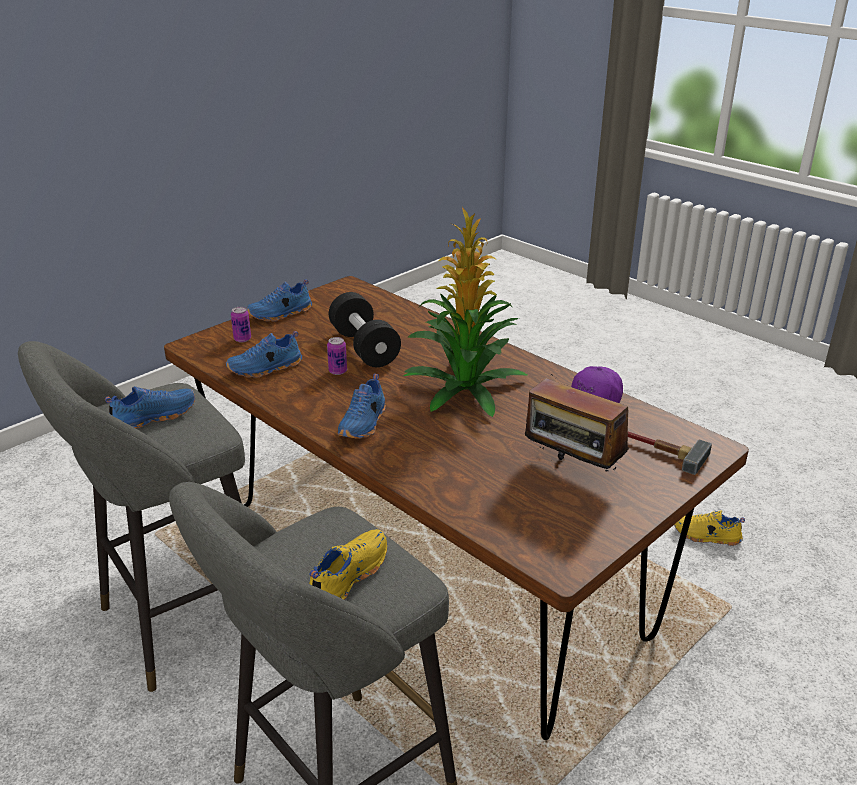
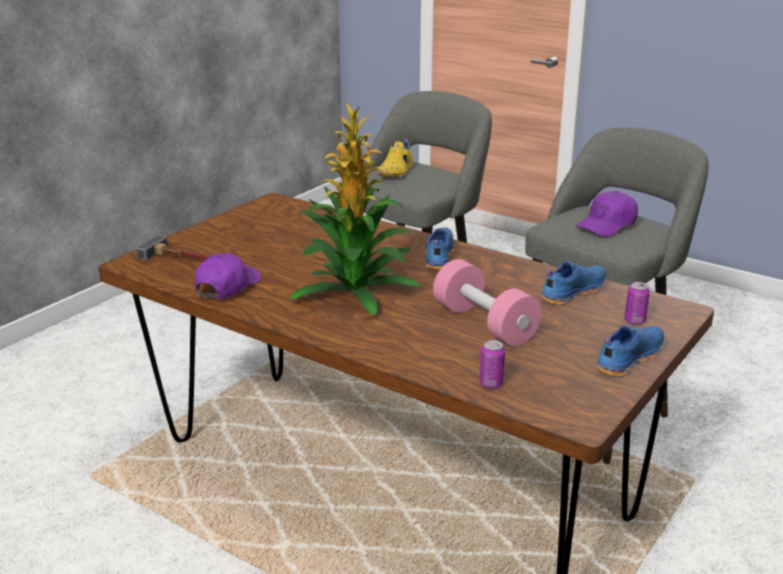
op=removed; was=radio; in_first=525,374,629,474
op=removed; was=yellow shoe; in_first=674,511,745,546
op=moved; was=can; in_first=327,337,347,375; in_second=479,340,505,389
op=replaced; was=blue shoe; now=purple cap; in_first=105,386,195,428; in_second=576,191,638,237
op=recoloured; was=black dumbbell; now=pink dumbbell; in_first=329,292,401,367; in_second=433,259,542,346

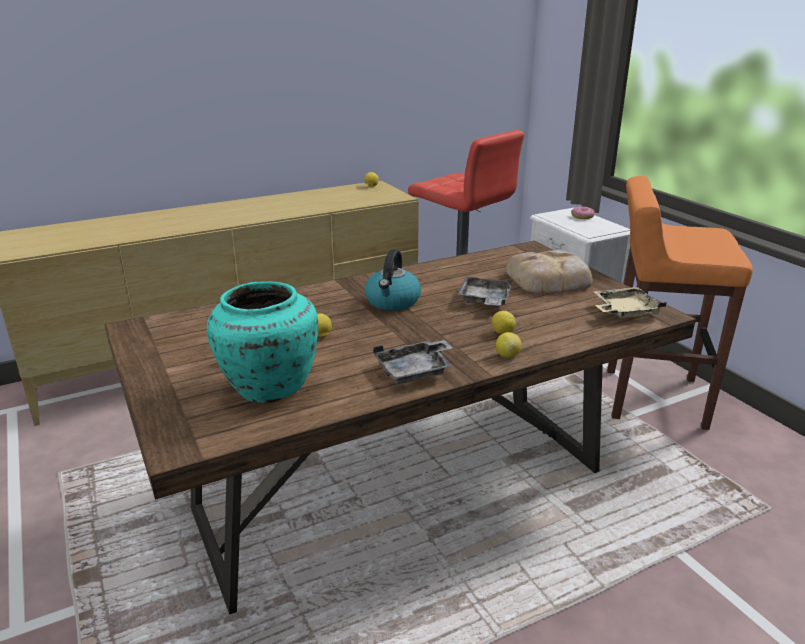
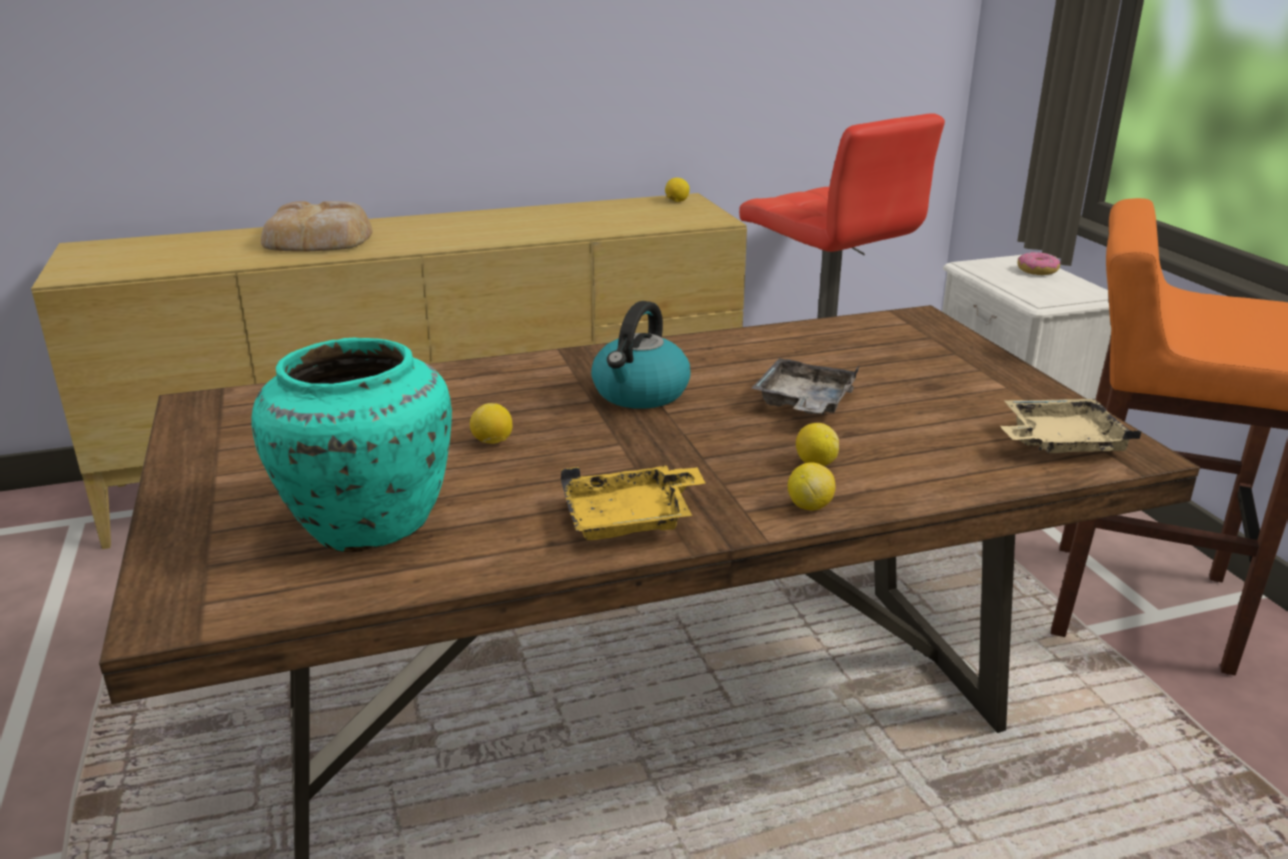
op=moved; was=bread; in_first=506,250,593,293; in_second=261,201,372,252
op=recoloured; was=grey tray; now=yellow tray; in_first=373,340,453,384; in_second=561,464,705,540

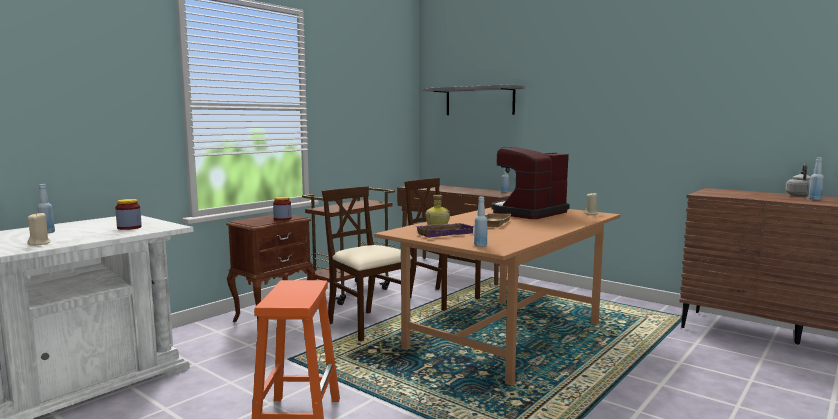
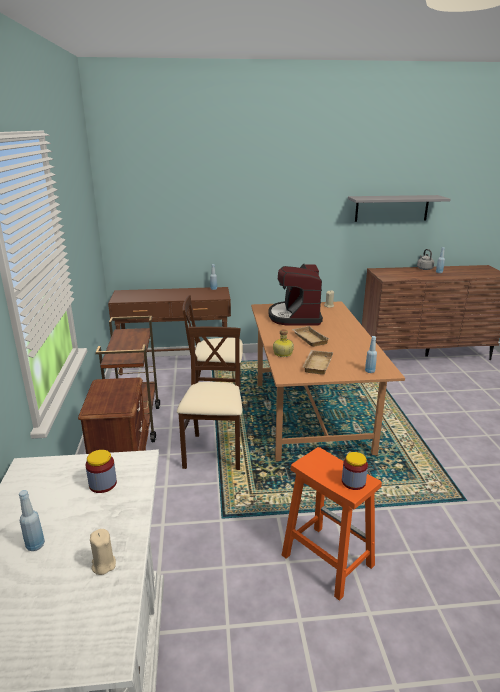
op=moved; was=jar; in_first=273,197,291,221; in_second=342,452,368,490
op=moved; was=grey shelf; in_first=423,84,525,115; in_second=348,195,451,222
op=recoloured; was=purple tray; now=beige tray; in_first=415,223,475,238; in_second=302,350,333,375
op=turned; was=beige chair; in_first=322,186,412,342; in_second=177,327,242,470; clockwise=90

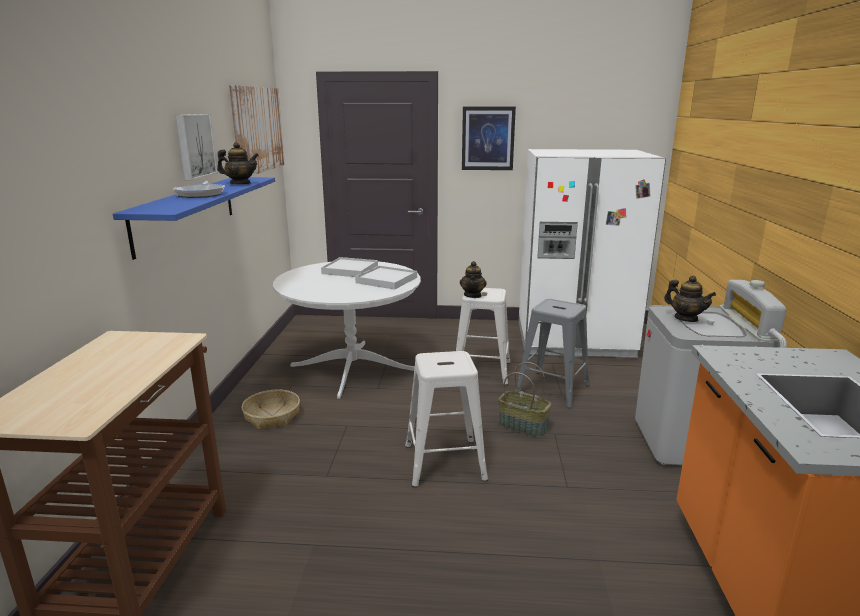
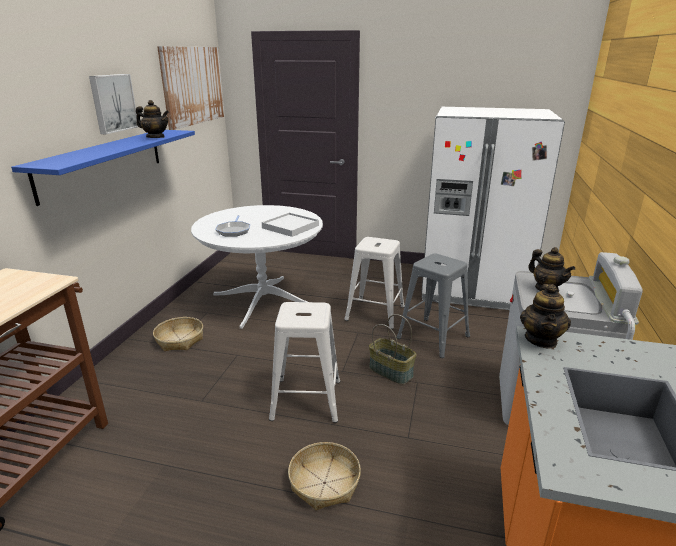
op=removed; was=white tray; in_first=321,257,378,277
op=removed; was=picture; in_first=462,107,516,170
op=added; now=basket; in_second=288,442,361,511
op=moved; was=frying pan; in_first=173,181,225,198; in_second=215,215,250,237
op=moved; was=teapot; in_first=460,261,487,298; in_second=520,284,571,349

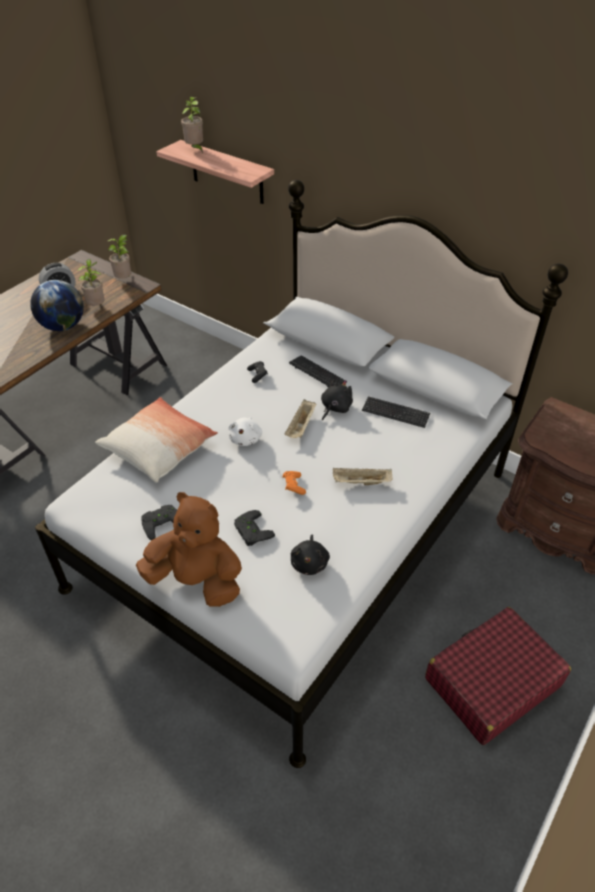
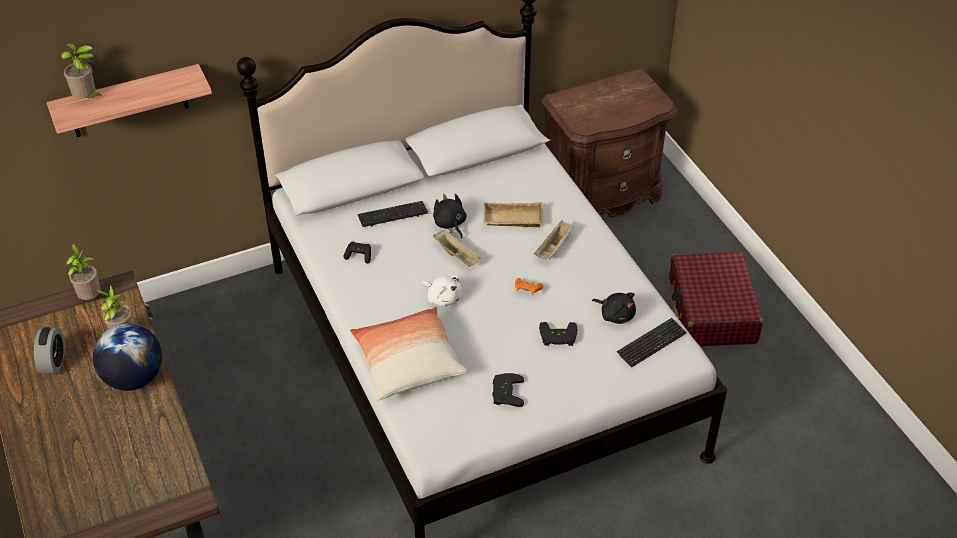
op=removed; was=brown plush toy; in_first=136,492,242,607
op=added; now=beige tray; in_second=483,202,543,227
op=moved; was=keyboard; in_first=362,396,430,428; in_second=617,318,687,367

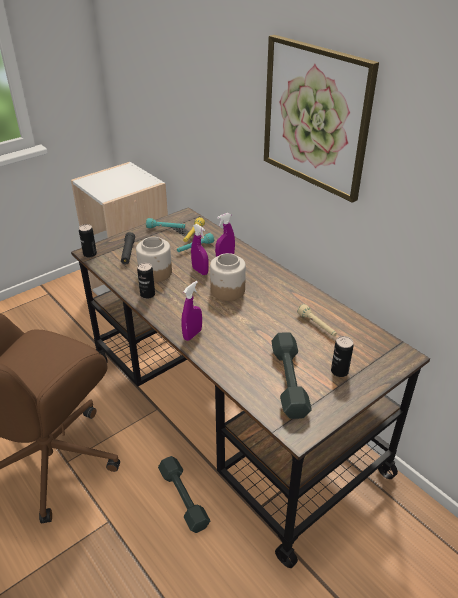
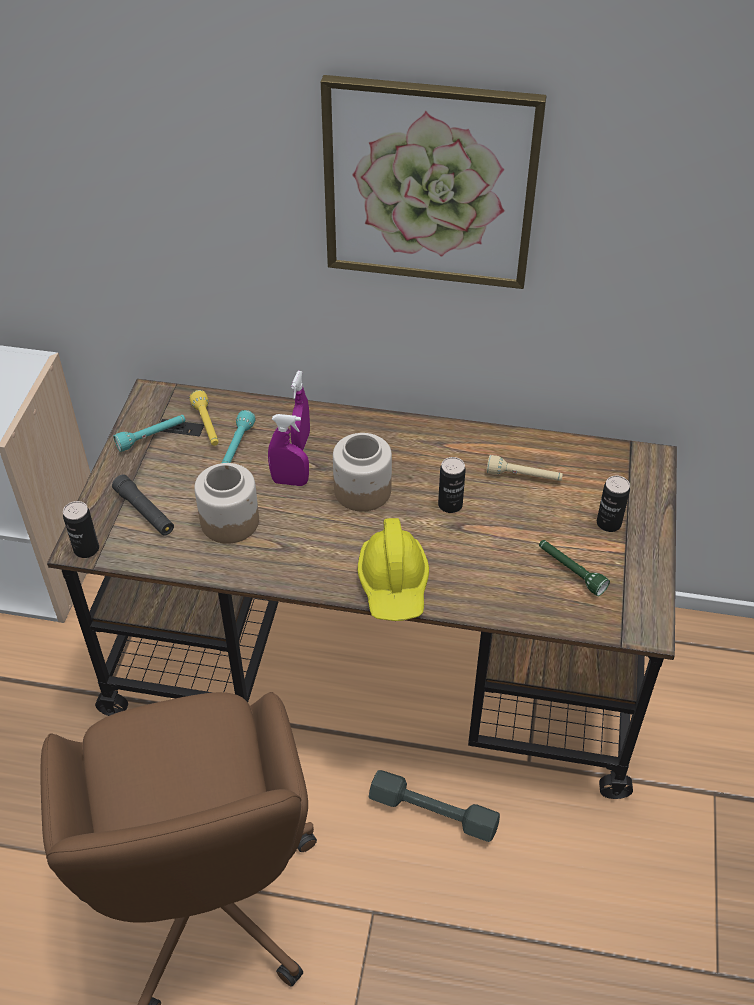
op=moved; was=can; in_first=137,263,155,299; in_second=438,457,466,513
op=replaced; was=purple spray bottle; now=yellow hard hat; in_first=181,281,202,341; in_second=358,518,429,621
op=replaced; was=grey dumbbell; now=green flashlight; in_first=272,332,312,419; in_second=539,540,610,596

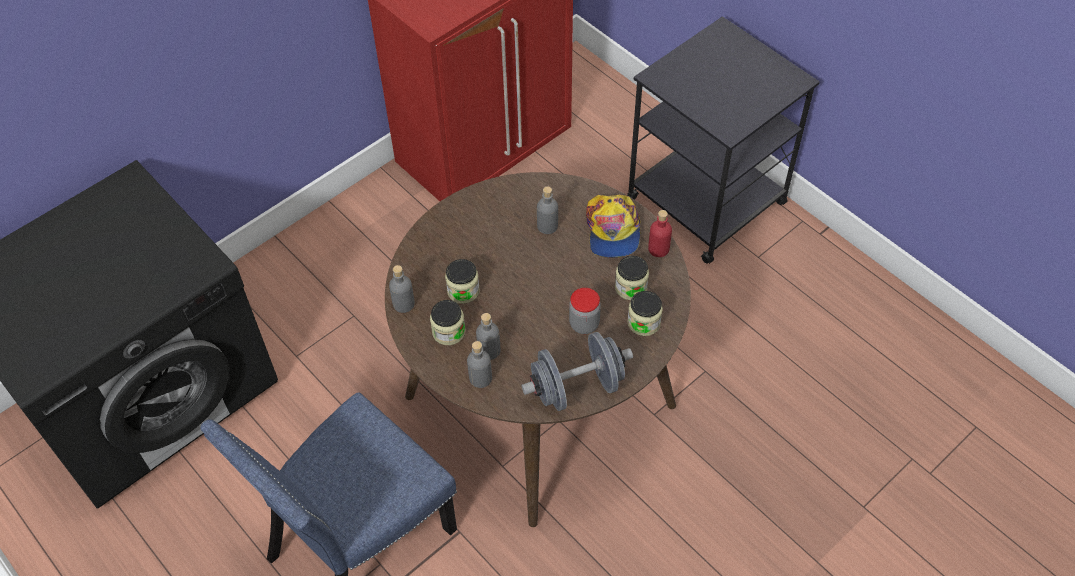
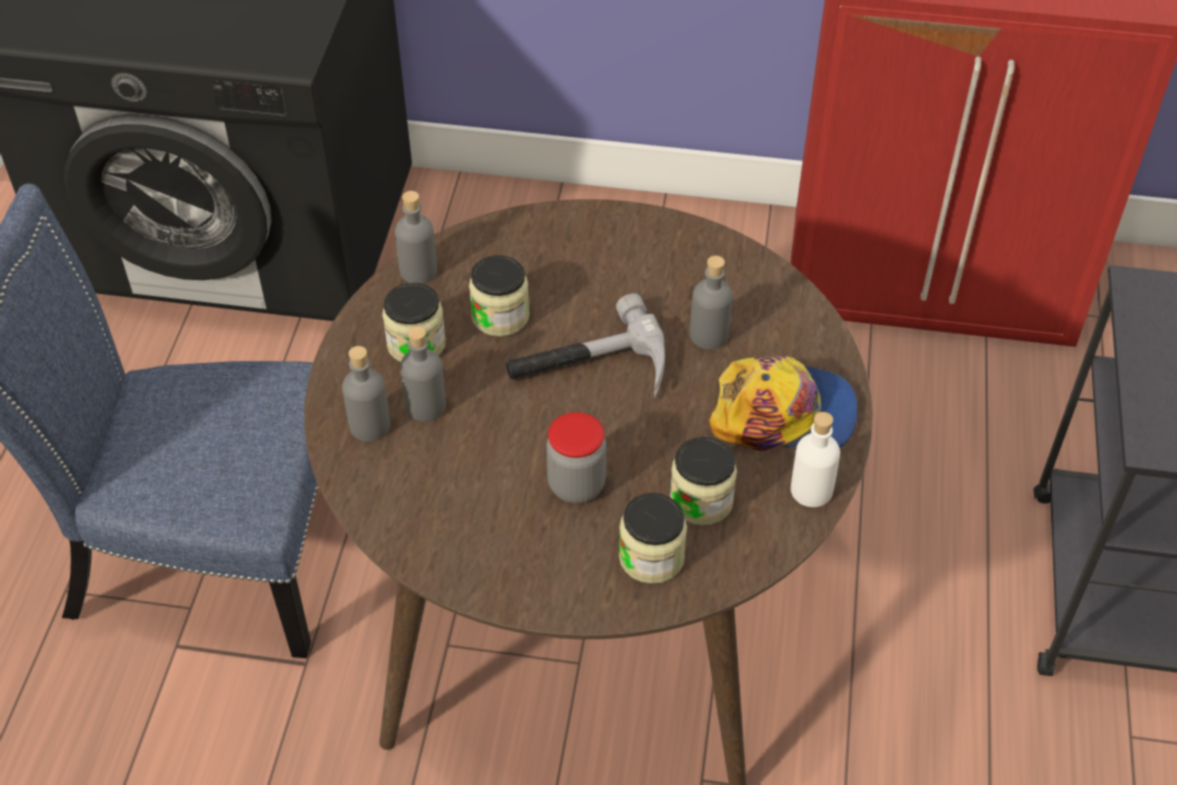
op=removed; was=grey dumbbell; in_first=521,332,633,411
op=added; now=hammer; in_second=506,293,665,398
op=recoloured; was=red bottle; now=white bottle; in_first=648,210,672,257; in_second=791,412,840,507
op=turned; was=cap; in_first=586,195,640,258; in_second=709,356,858,451; clockwise=-135

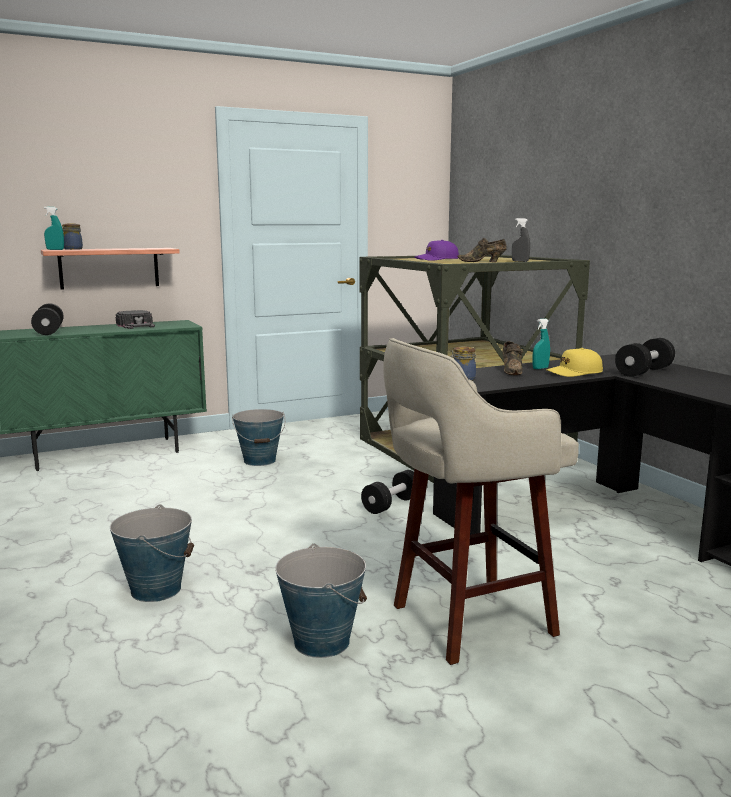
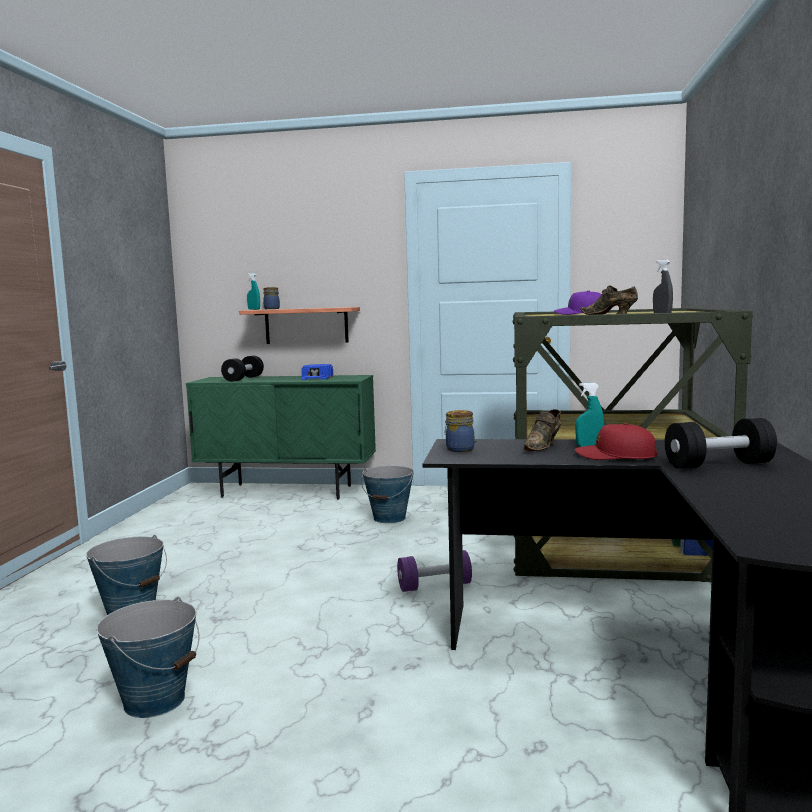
op=removed; was=beige stool; in_first=383,338,579,665
op=recoloured; was=black cap; now=blue cap; in_first=116,310,155,329; in_second=301,364,333,380
op=recoloured; was=black dumbbell; now=purple dumbbell; in_first=361,470,414,514; in_second=397,550,472,592
op=recoloured; was=yellow cap; now=red cap; in_first=546,348,603,377; in_second=575,423,657,460

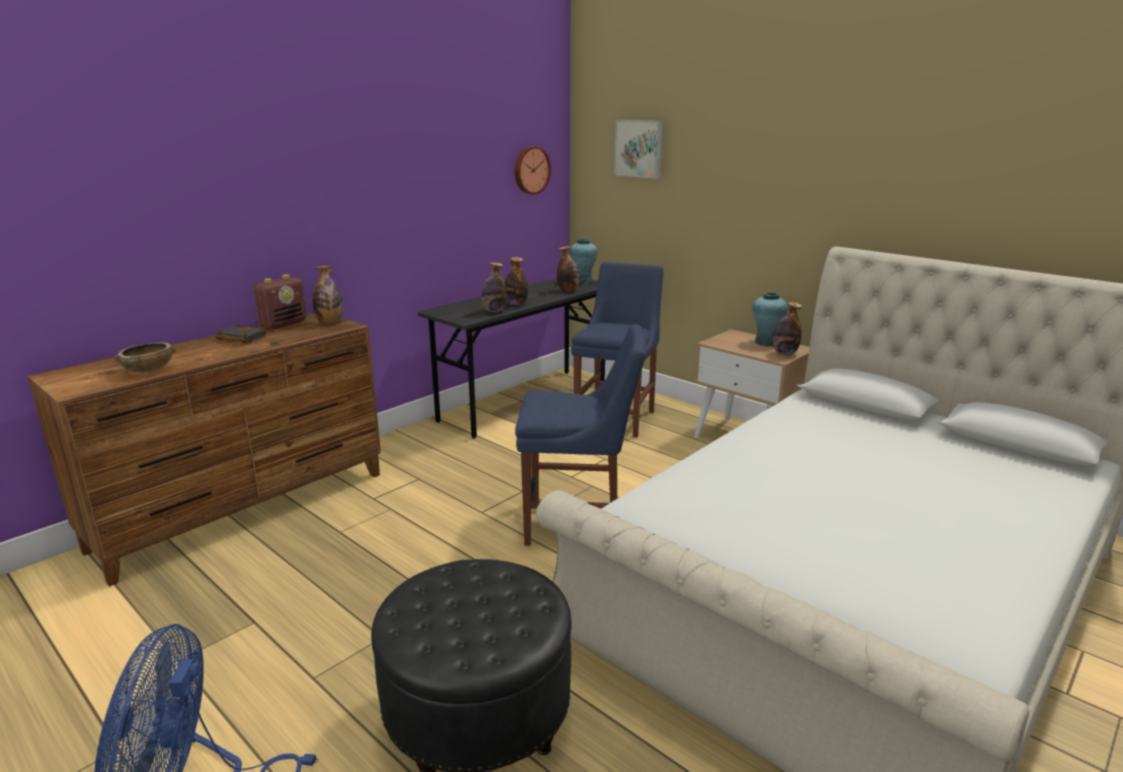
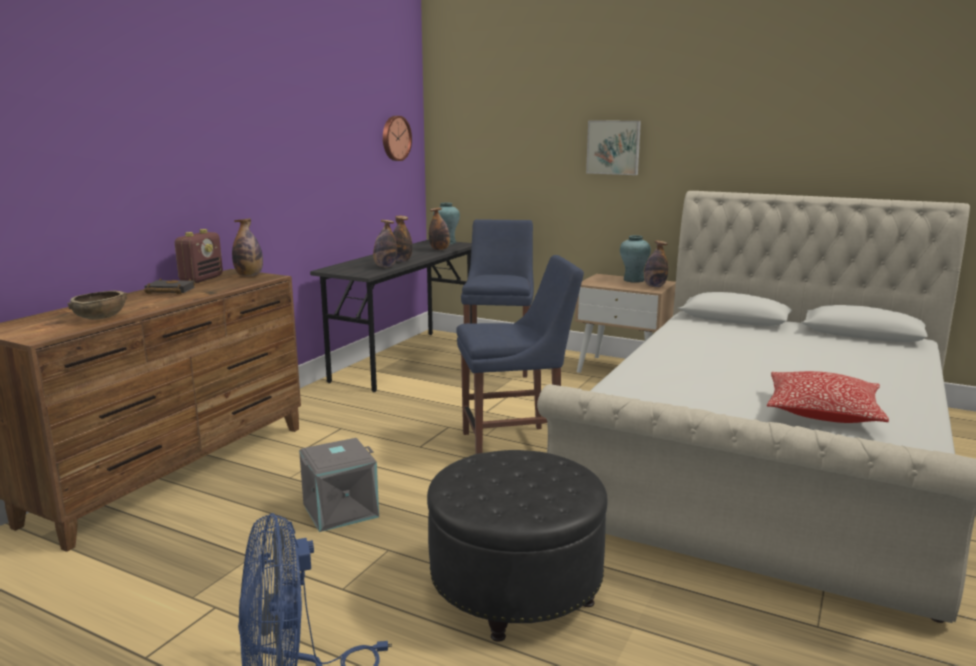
op=added; now=grey storage box; in_second=299,438,379,532
op=added; now=pillow; in_second=767,371,889,423
op=moved; was=picture; in_first=614,120,663,179; in_second=586,120,641,175

